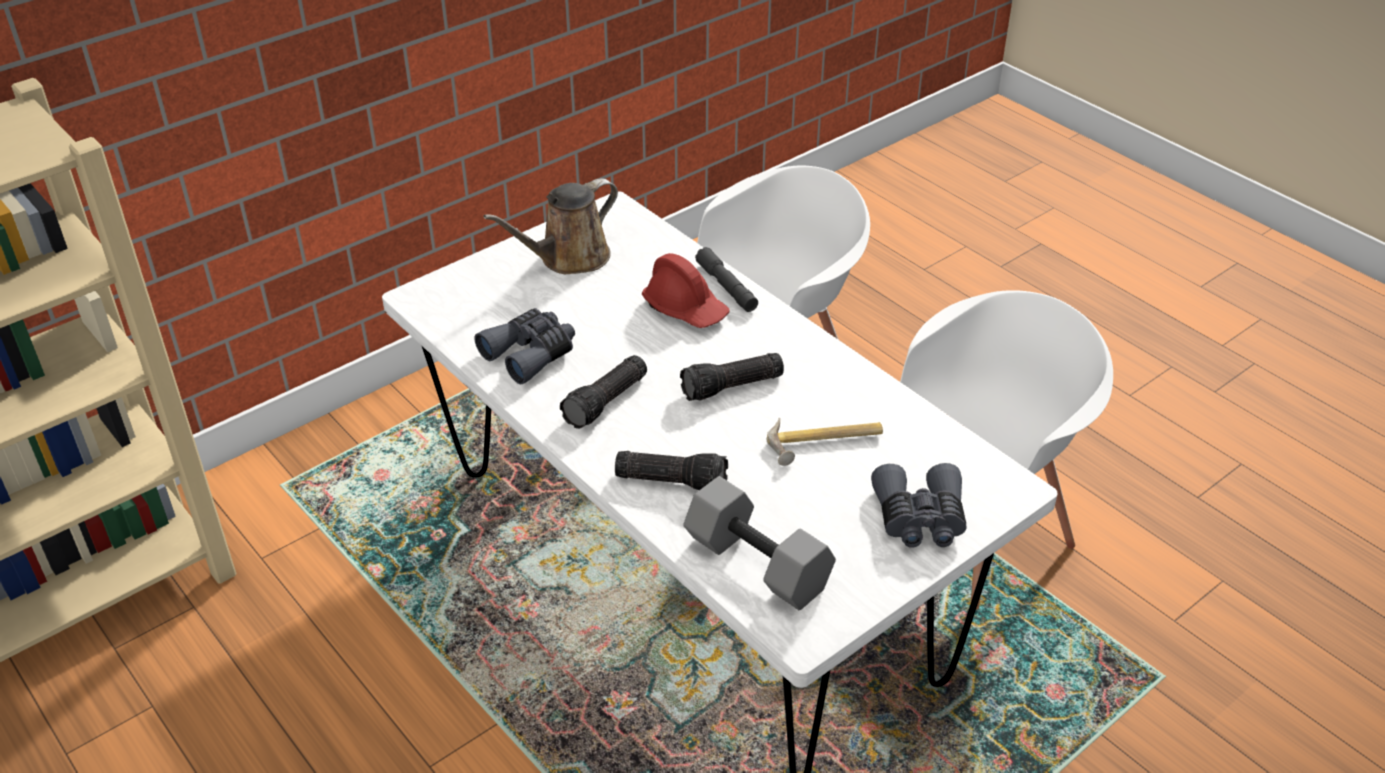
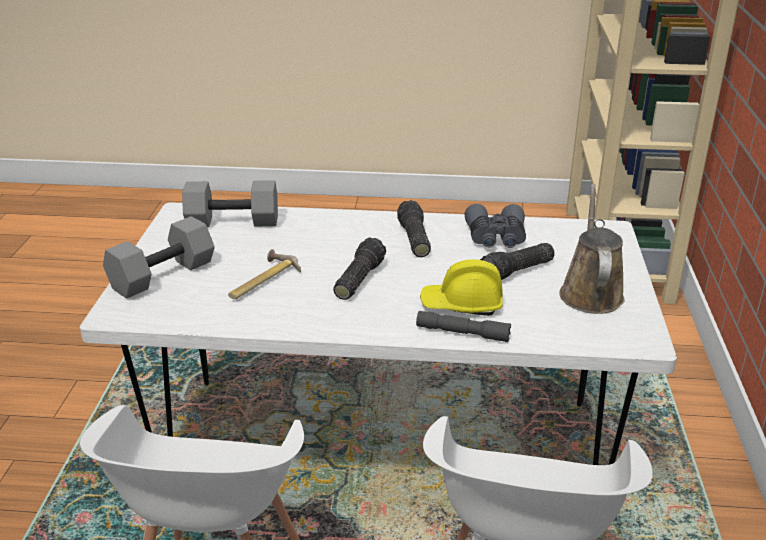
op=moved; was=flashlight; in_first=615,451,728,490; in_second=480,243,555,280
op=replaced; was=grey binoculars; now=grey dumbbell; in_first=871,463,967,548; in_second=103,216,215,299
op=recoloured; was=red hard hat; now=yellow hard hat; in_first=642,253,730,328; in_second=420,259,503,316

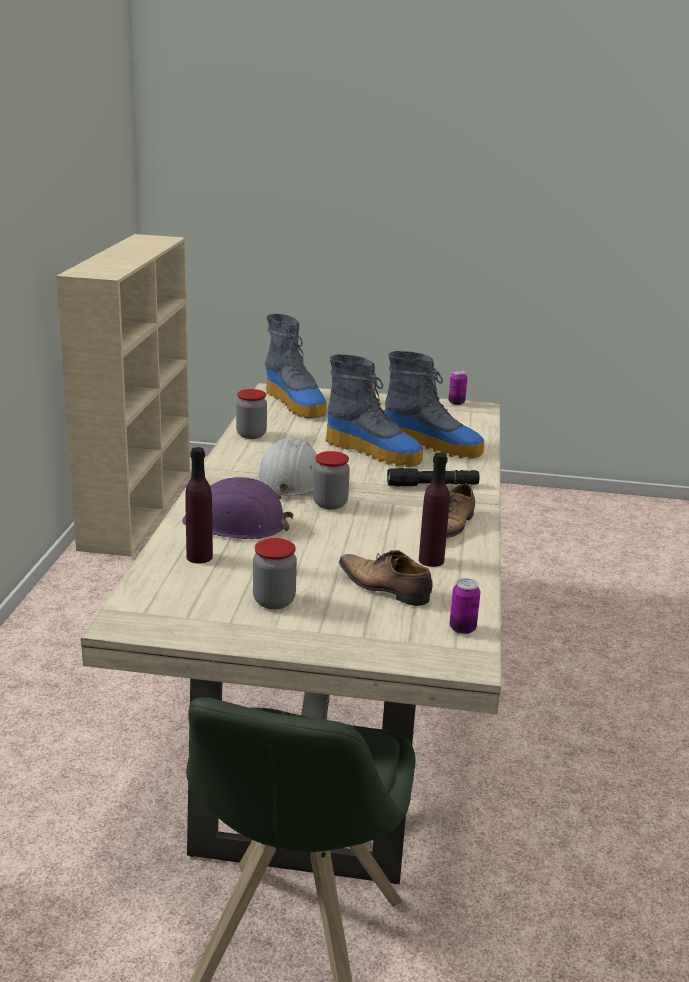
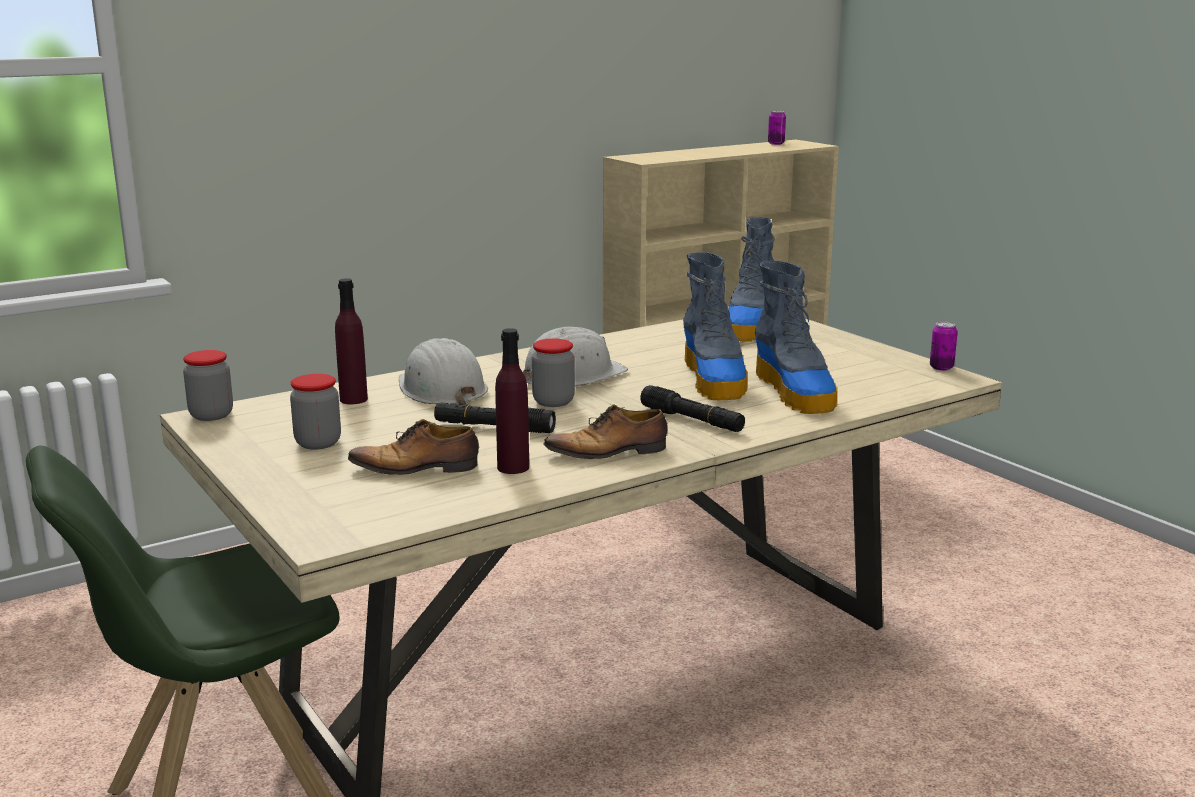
op=added; now=black flashlight; in_second=434,402,556,433
op=moved; was=jar; in_first=236,389,267,439; in_second=183,350,233,421
op=moved; was=can; in_first=450,578,481,634; in_second=768,111,786,145
op=recoloured; was=purple hard hat; now=white hard hat; in_first=182,477,294,539; in_second=399,338,488,405
op=turned; was=shoe; in_first=339,550,433,606; in_second=348,419,479,475; clockwise=-90

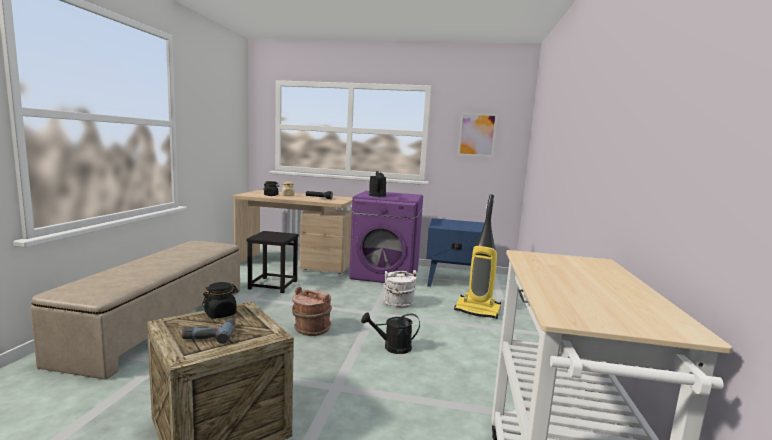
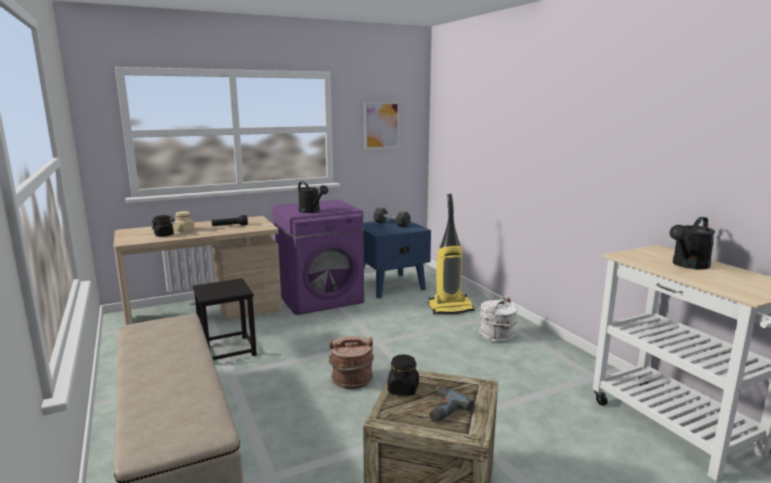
op=added; now=black dumbbell; in_second=374,208,411,227
op=moved; was=black watering can; in_first=361,312,420,354; in_second=669,217,715,270
op=moved; was=white bucket; in_first=383,270,417,308; in_second=479,295,518,343

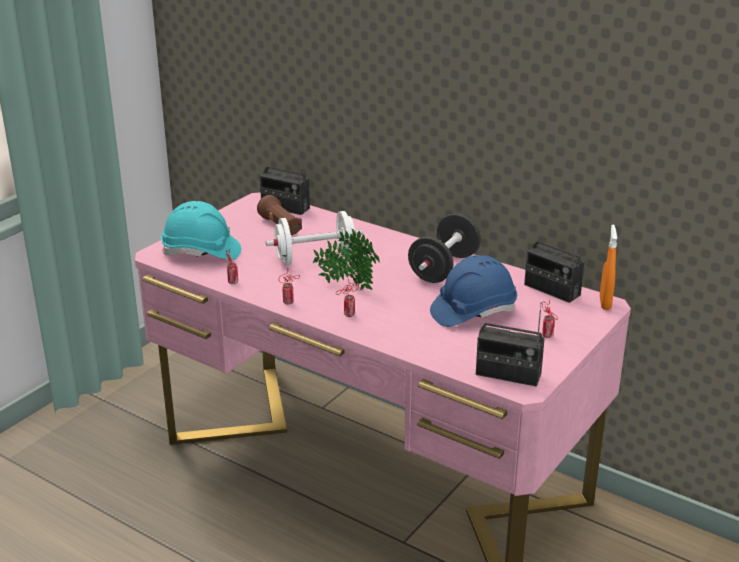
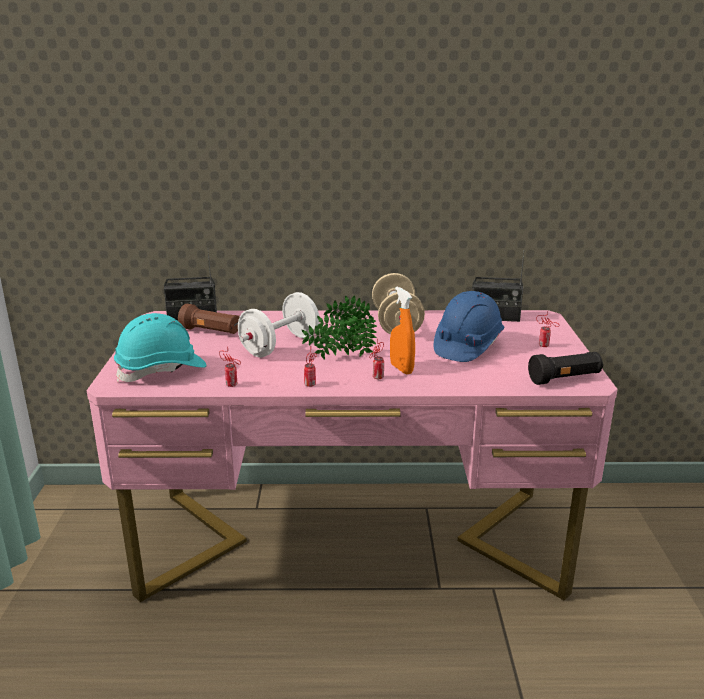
op=moved; was=orange spray bottle; in_first=600,224,617,310; in_second=390,287,415,374
op=replaced; was=radio; now=black flashlight; in_first=476,302,545,386; in_second=528,352,603,385
op=recoloured; was=black dumbbell; now=beige dumbbell; in_first=408,213,481,283; in_second=372,273,425,335

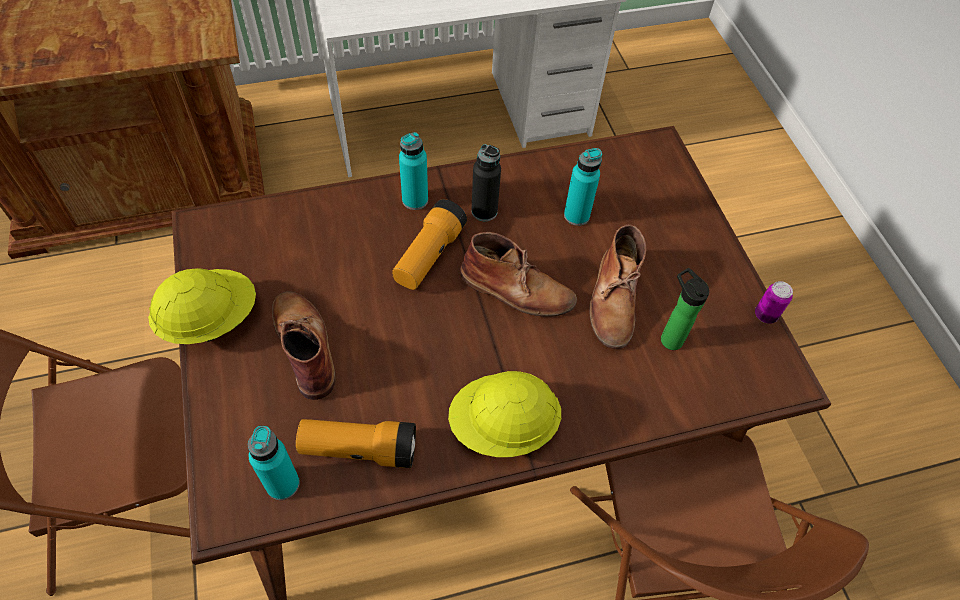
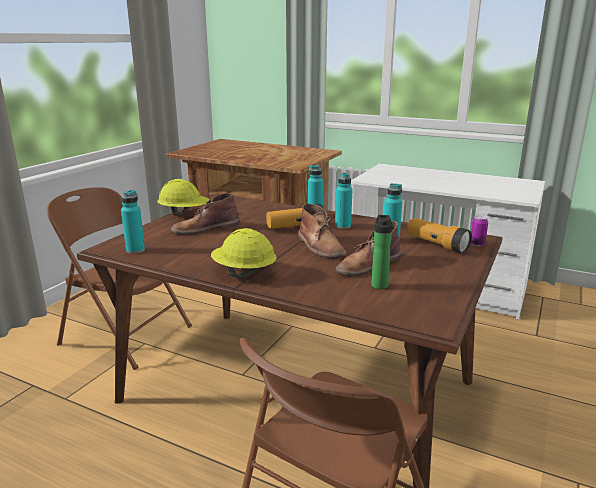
op=moved; was=flashlight; in_first=296,419,416,468; in_second=407,218,472,253
op=moved; was=can; in_first=755,281,793,324; in_second=471,215,488,246
op=recoloured; was=black bottle; now=turquoise bottle; in_first=471,144,501,221; in_second=335,173,353,229
op=turned; was=brown boot; in_first=272,291,336,400; in_second=171,193,240,235; clockwise=-135

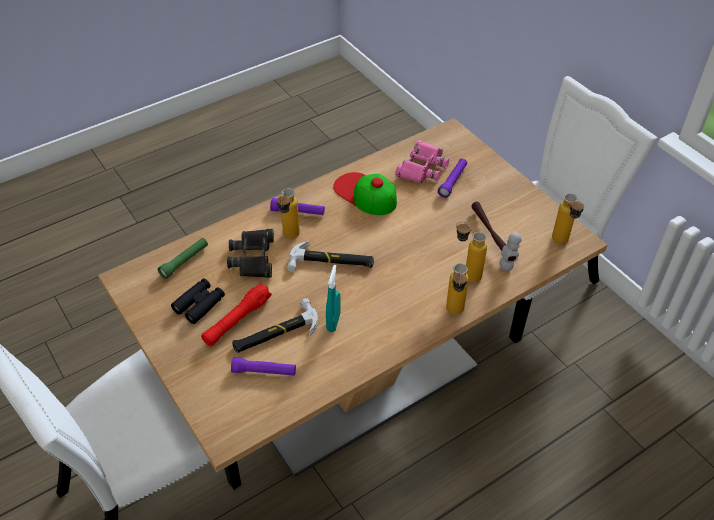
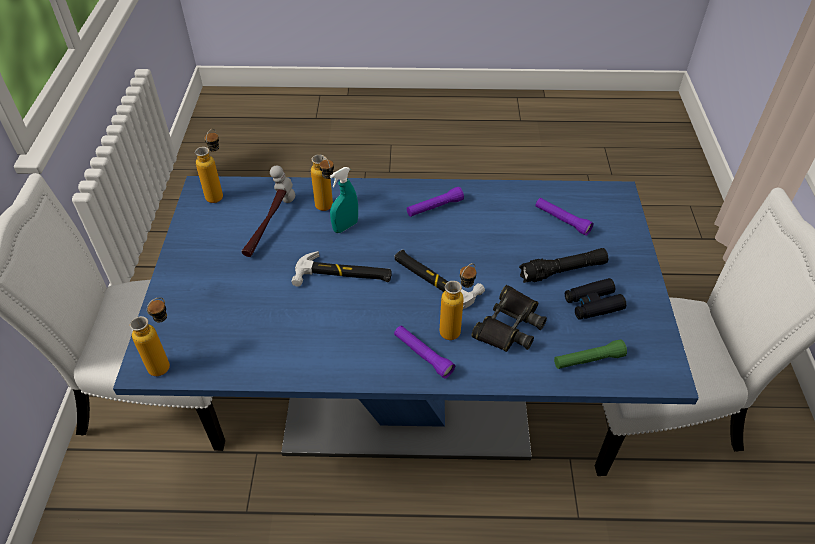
op=removed; was=cap; in_first=333,172,397,215
op=removed; was=pink binoculars; in_first=395,140,449,183
op=moved; was=hammer; in_first=232,298,318,353; in_second=291,251,392,287
op=moved; was=turquoise spray bottle; in_first=326,265,341,332; in_second=330,167,358,233
op=moved; was=purple flashlight; in_first=438,159,467,198; in_second=407,187,464,217
op=moved; was=bottle; in_first=446,263,469,315; in_second=130,297,170,376
op=recoloured; was=brown dining table; now=blue dining table; in_first=98,118,607,477; in_second=113,176,699,460
op=recoloured; was=red flashlight; now=black flashlight; in_first=201,283,272,346; in_second=519,248,608,283

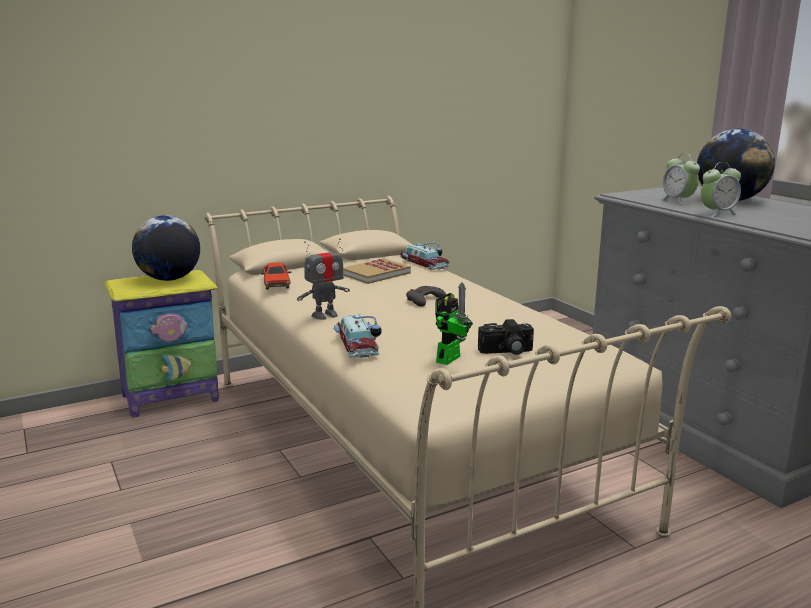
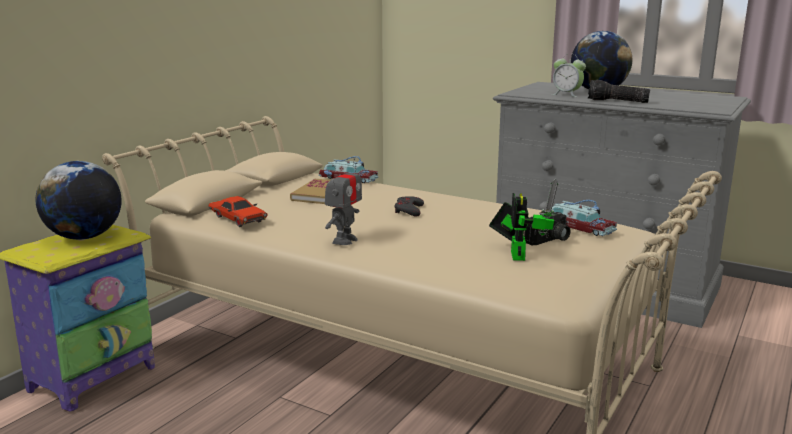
op=moved; was=toy car; in_first=332,313,381,358; in_second=551,200,617,236
op=replaced; was=alarm clock; now=flashlight; in_first=701,162,741,217; in_second=588,80,650,103

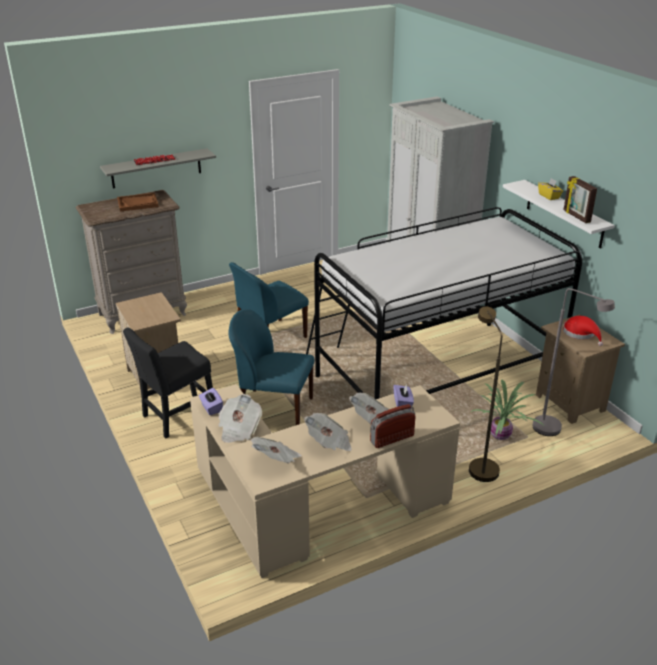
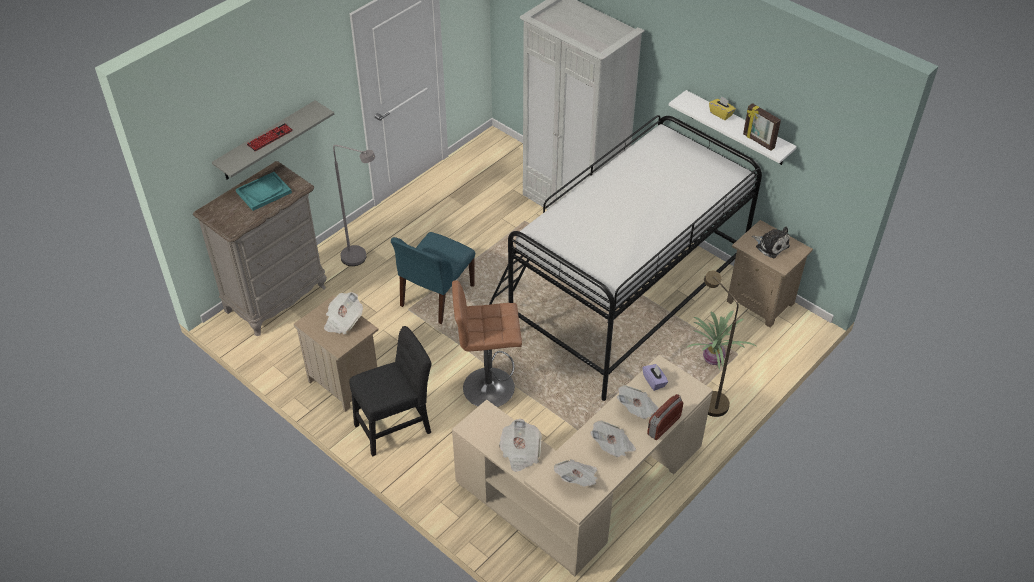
op=removed; was=purple tissue box; in_first=199,388,223,415
op=added; now=newspaper; in_second=324,292,363,335
op=moved; was=grey floor lamp; in_first=532,288,615,436; in_second=333,145,375,266
op=replaced; was=blue chair; now=brown stool; in_first=229,309,314,425; in_second=452,280,522,407
op=replaced; was=red hat; now=plush toy; in_first=563,316,603,346; in_second=752,226,790,258
op=recoloured; was=brown tray; now=turquoise tray; in_first=117,193,159,212; in_second=236,172,292,211
op=turned; was=black chair; in_first=123,328,213,439; in_second=349,326,432,457; clockwise=-150

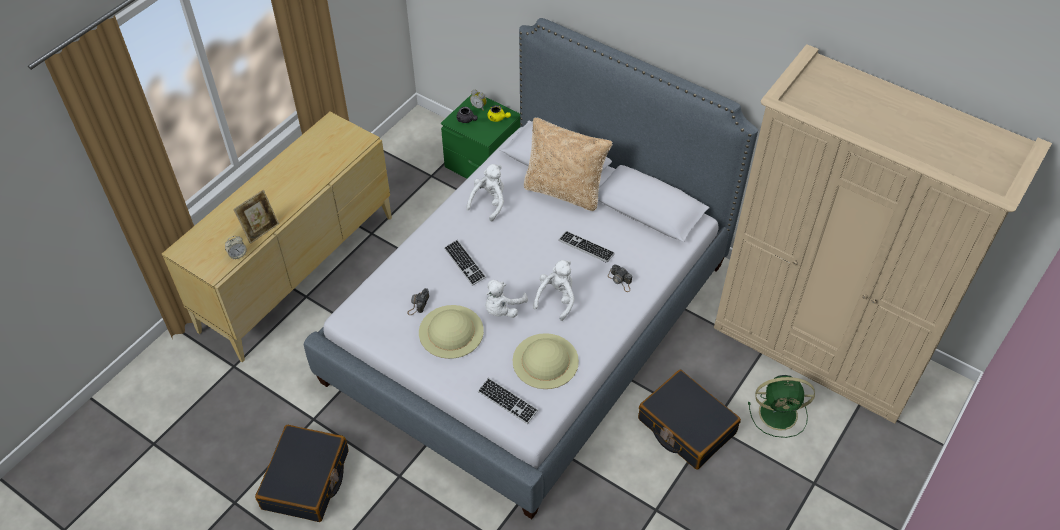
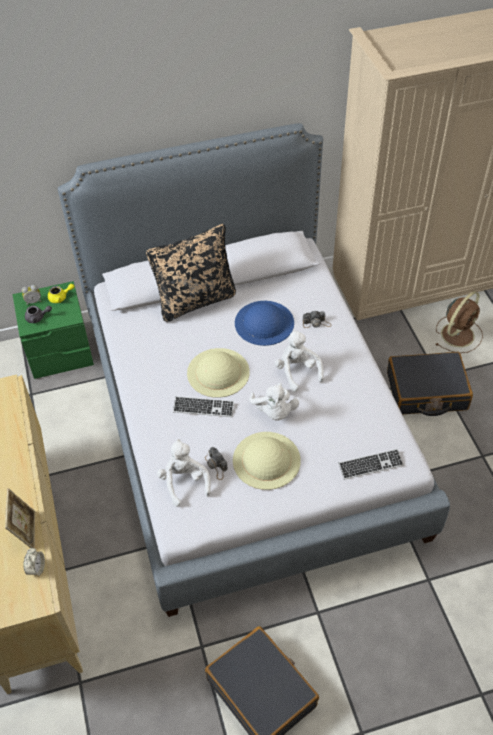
op=moved; was=white plush toy; in_first=466,164,504,221; in_second=157,439,211,507
op=moved; was=beige hat; in_first=513,333,579,389; in_second=187,348,250,398
op=replaced; was=keyboard; now=blue hat; in_first=558,231,615,263; in_second=235,301,294,346
op=recoloured; was=beige pillow; now=black pillow; in_first=524,117,613,211; in_second=146,224,236,322
op=recoloured; was=green fan; now=brown fan; in_first=748,375,815,438; in_second=436,291,483,353

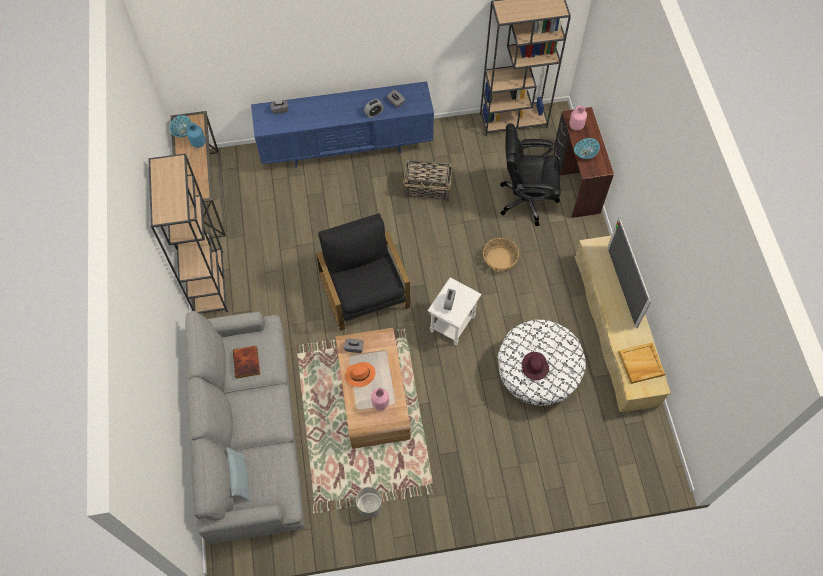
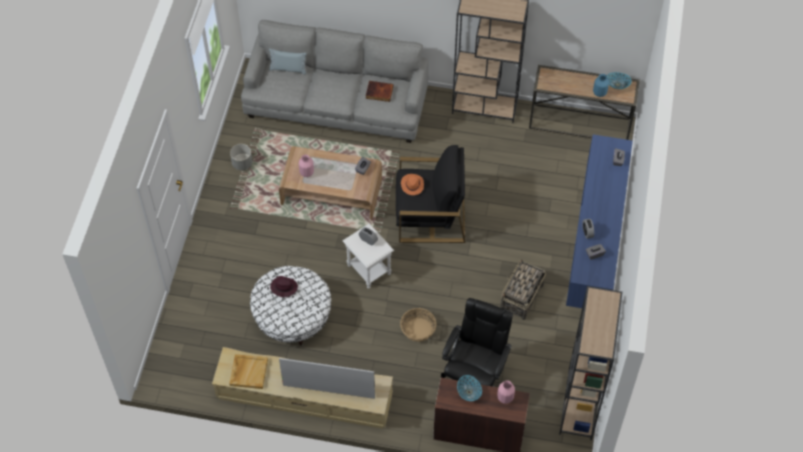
op=moved; was=orange hat; in_first=345,362,375,387; in_second=401,174,424,195

